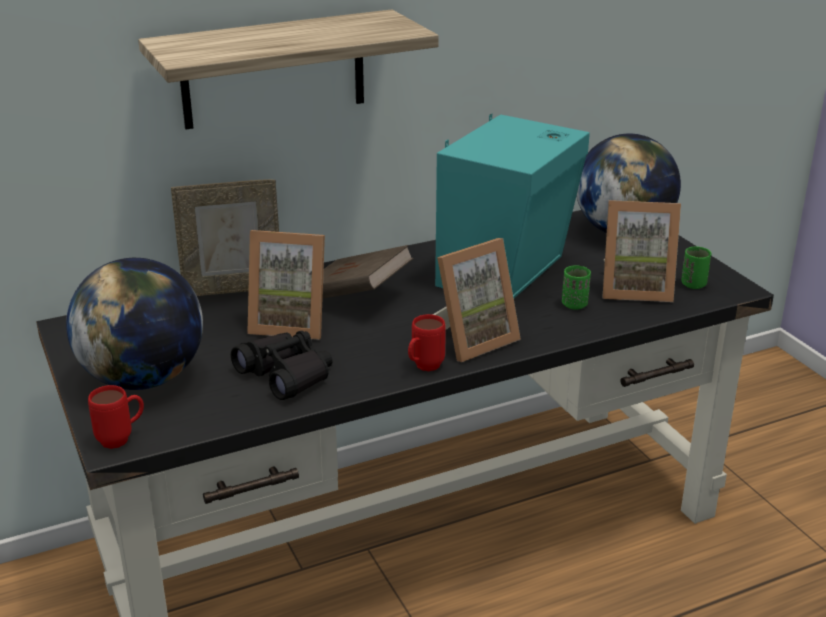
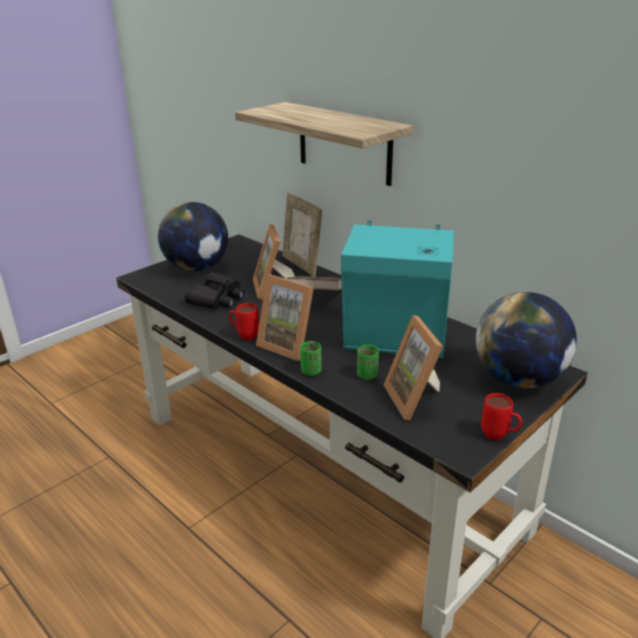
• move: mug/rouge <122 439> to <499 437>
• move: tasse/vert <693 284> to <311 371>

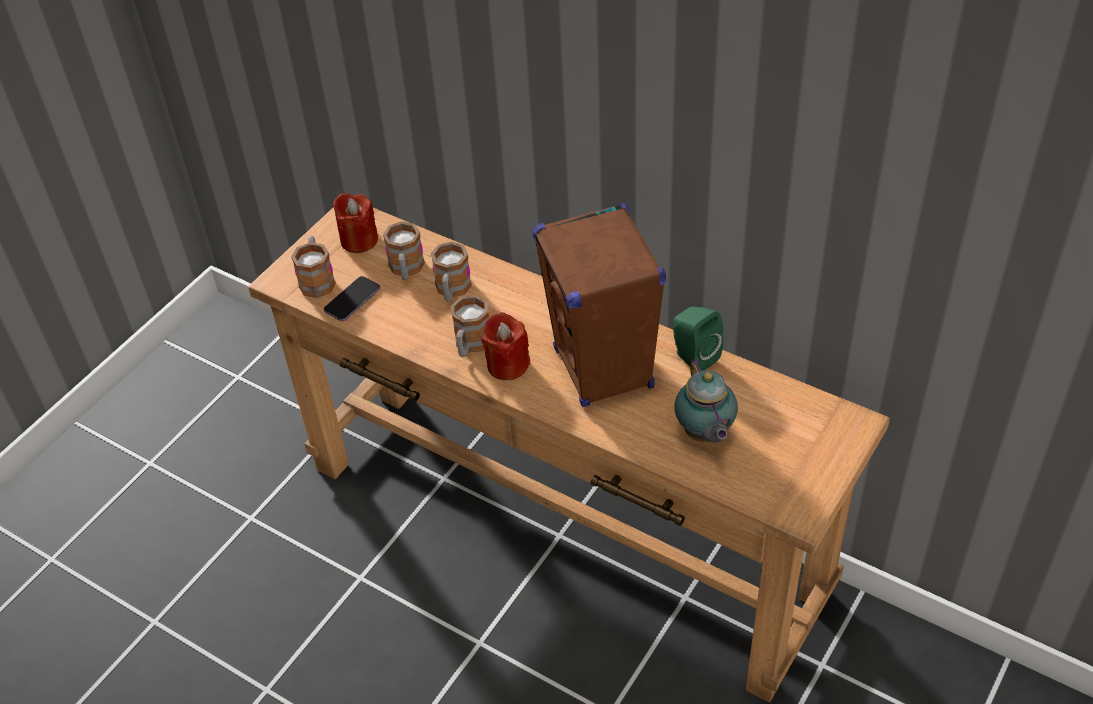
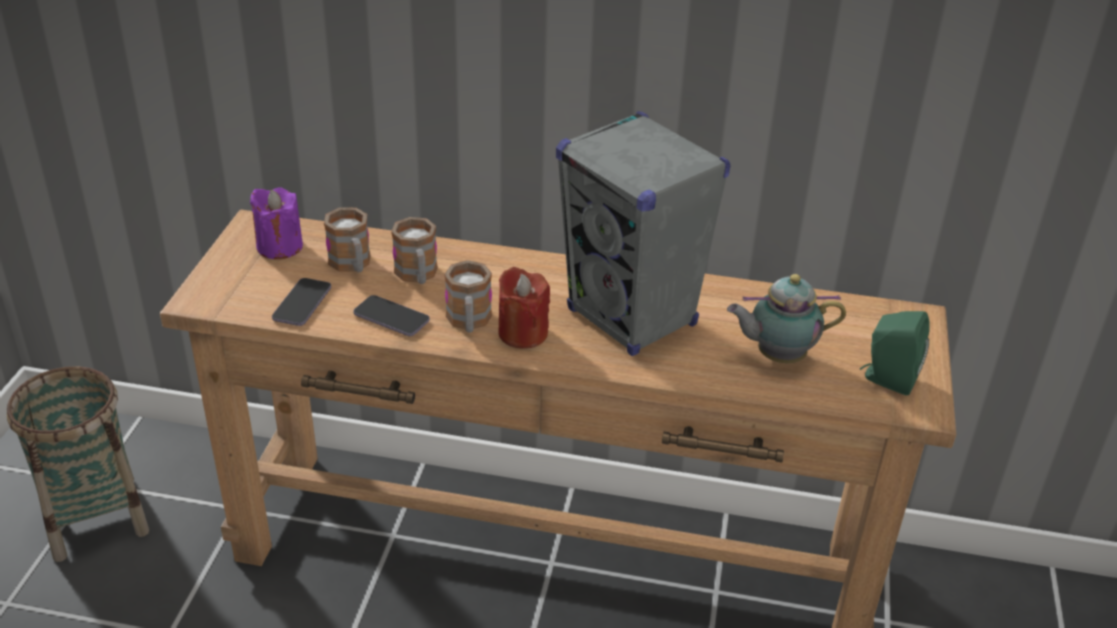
• delete: mug <317 279>
• recolor: bougie/rouge <359 240> to bougie/violet <279 246>
• recolor: enceinte/marron <603 369> to enceinte/gris <632 318>
• move: enceinte/vert <693 357> to <887 379>
• rotate: théière <704 434> = <777 356> 120 degrees clockwise
• insert: panier <95 517>
• insert: téléphone <391 318>

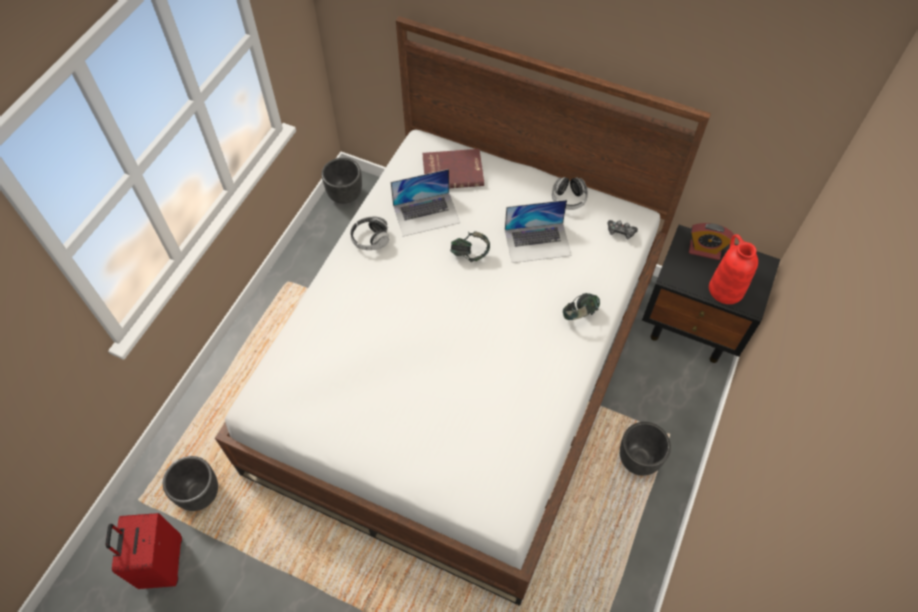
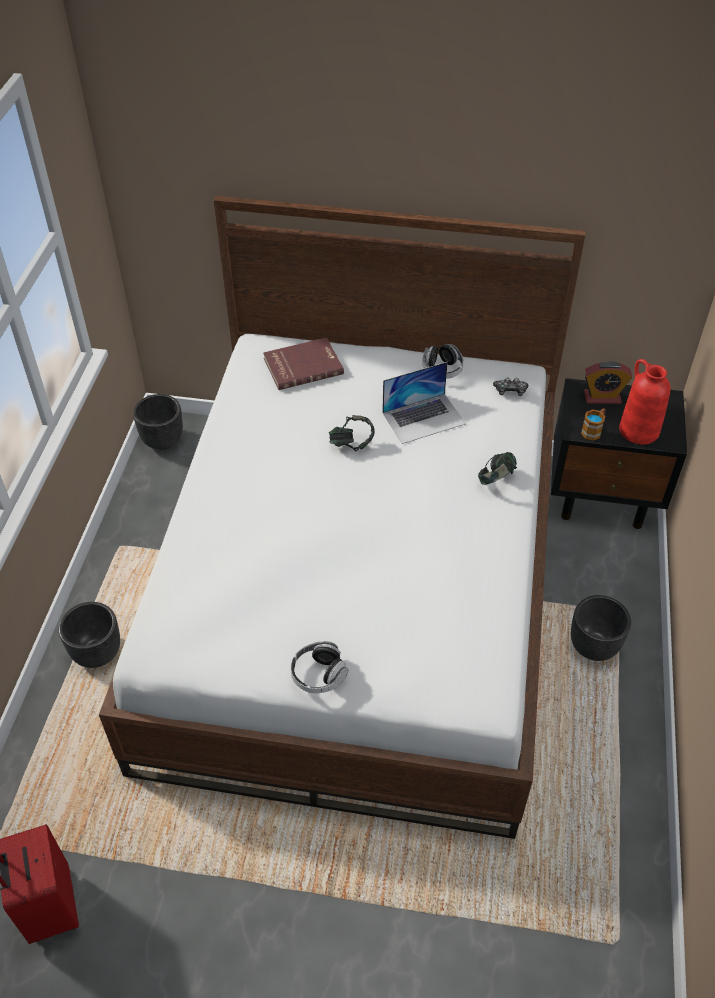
• move: cache-pot/noir <200 493> to <97 652>
• move: casque audio <370 239> to <318 675>
• delete: ordinateur portable <426 214>
• insert: mug <593 430>

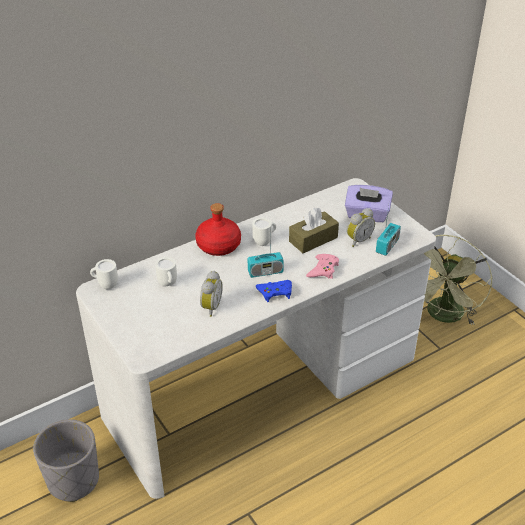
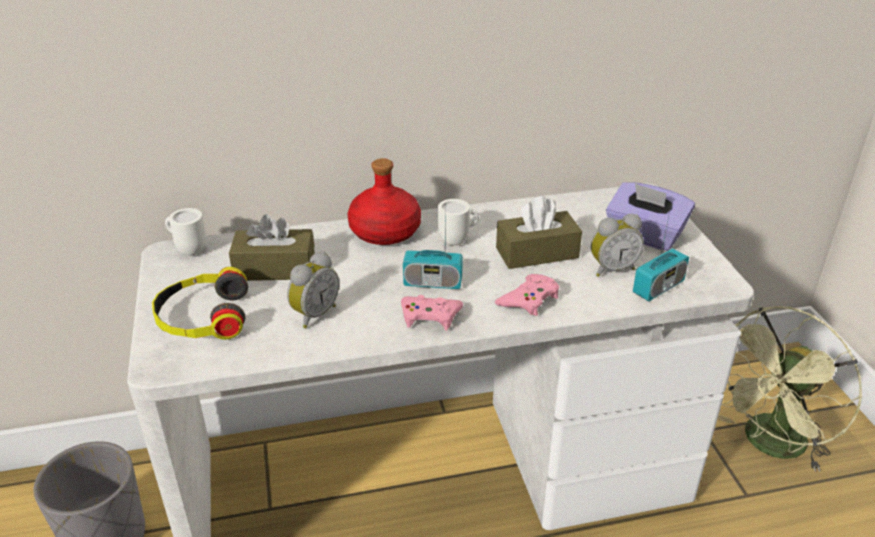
• replace: mug/blanc <168 285> to boîte à mouchoirs/marron <275 268>
• recolor: manette/bleu <275 292> to manette/rose <430 316>
• insert: casque audio <203 317>

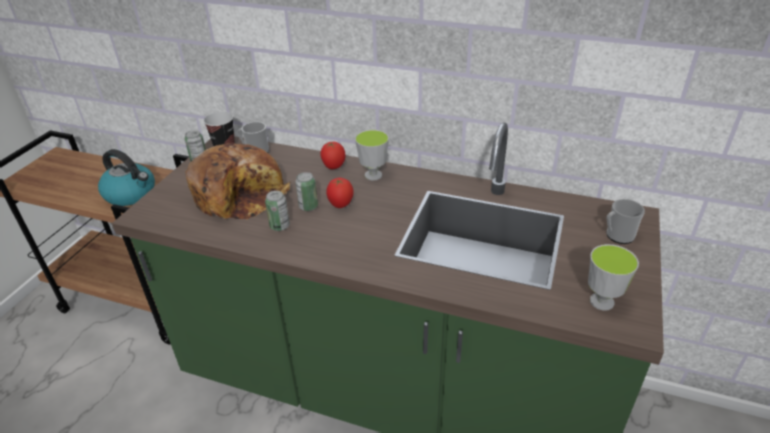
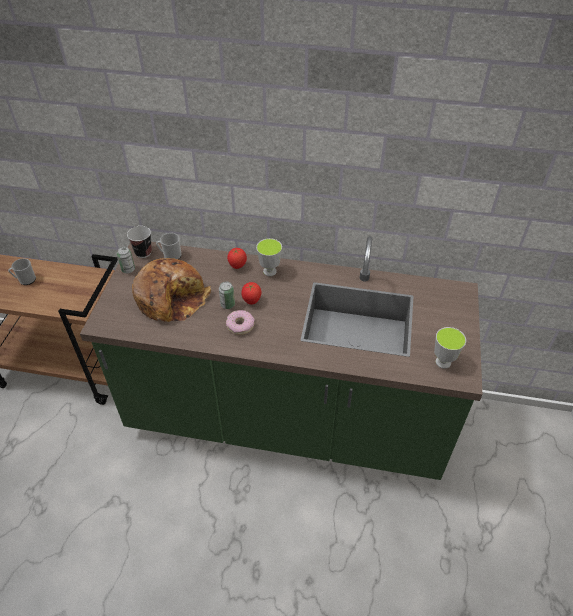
• delete: bouilloire <131 194>
• delete: boîte métallique <279 226>
• move: mug <617 236> to <25 280>
• insert: beignet <240 325>

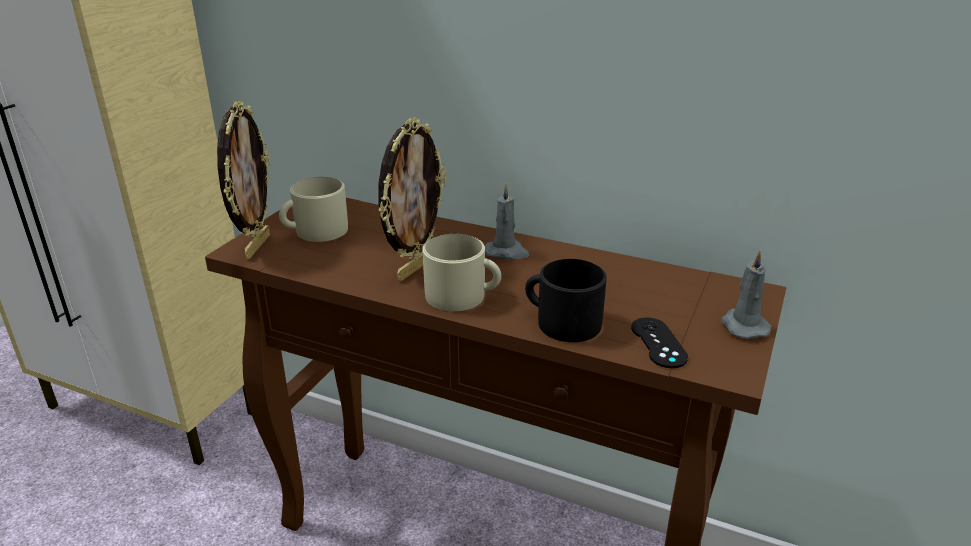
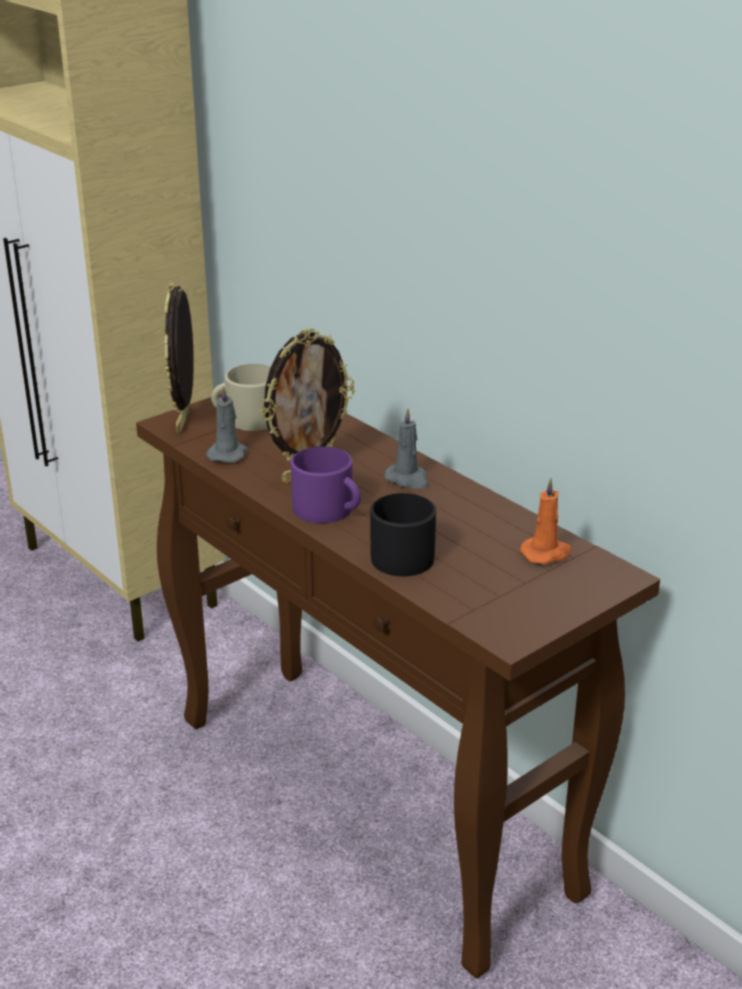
• rotate: cadre photo <256 246> = <185 422> 150 degrees clockwise
• recolor: mug/beige <463 296> to mug/violet <329 510>
• delete: manette/noir <658 343>
• move: bougie/gris <743 326> to <228 454>
• insert: bougie/orange <546 553>

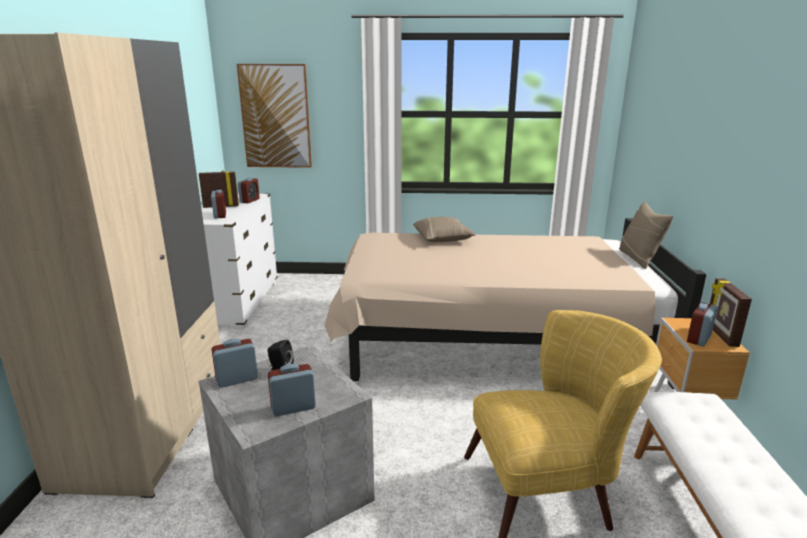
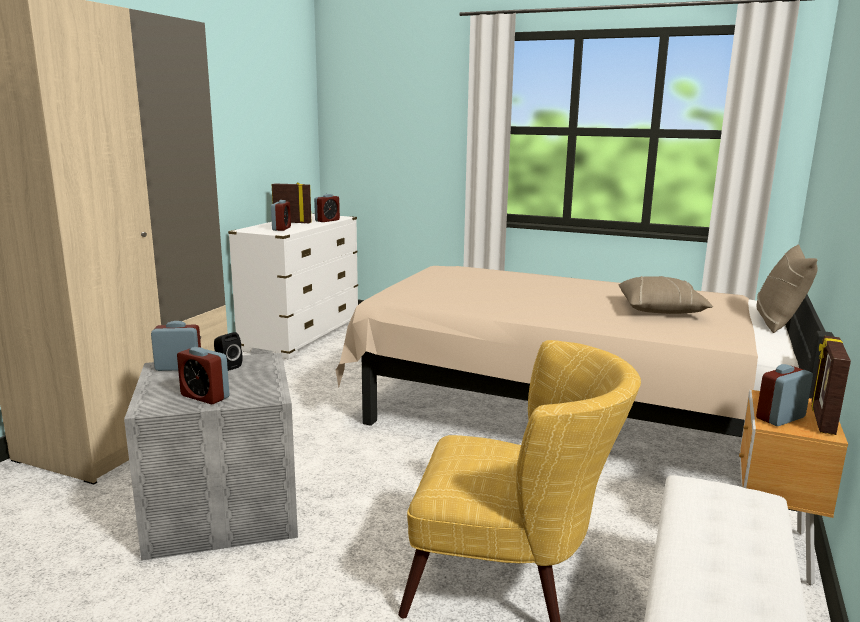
• delete: tableau <275 116>
• rotate: réveil <293 407> = <205 397> 150 degrees counterclockwise
• move: coussin/beige <443 239> to <661 309>

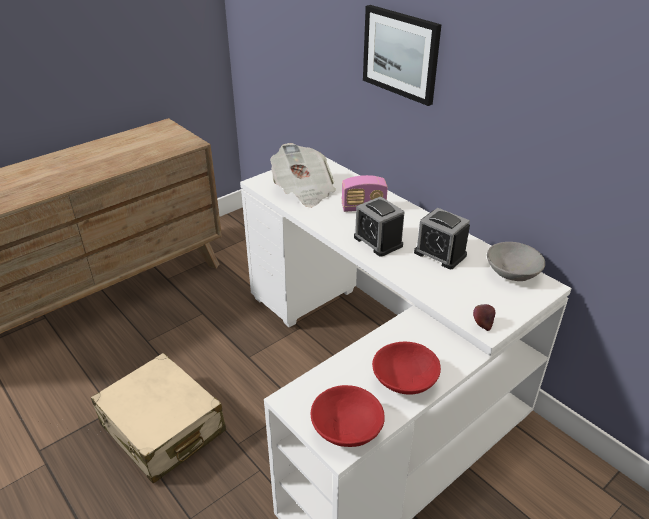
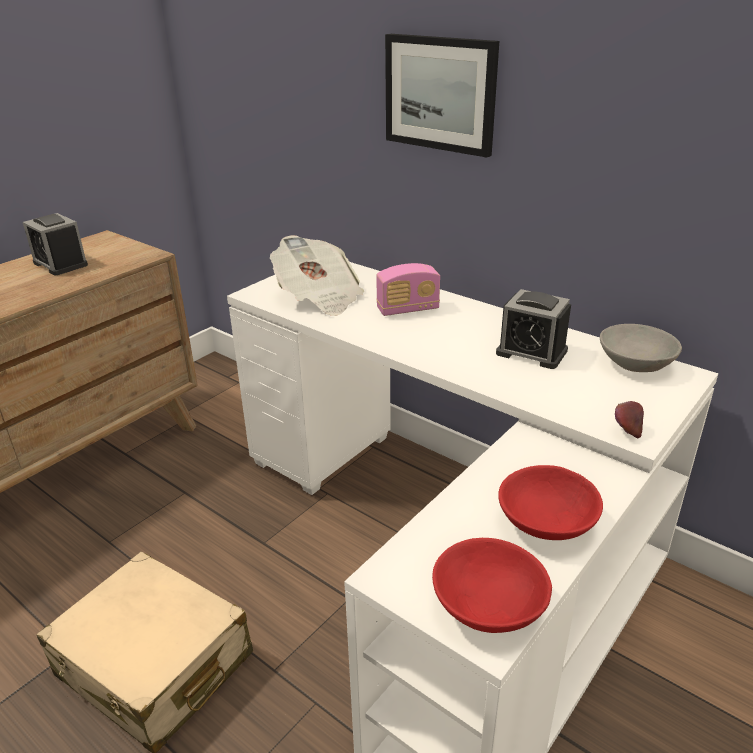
• move: réveil <378 241> to <60 264>

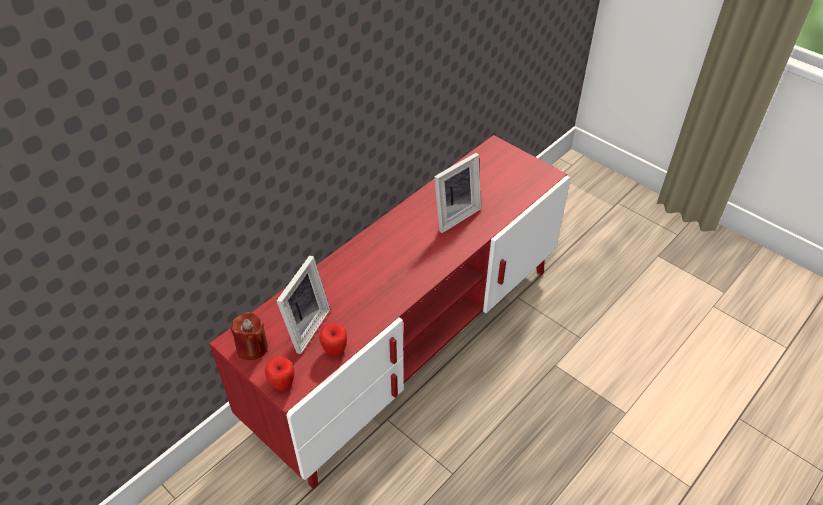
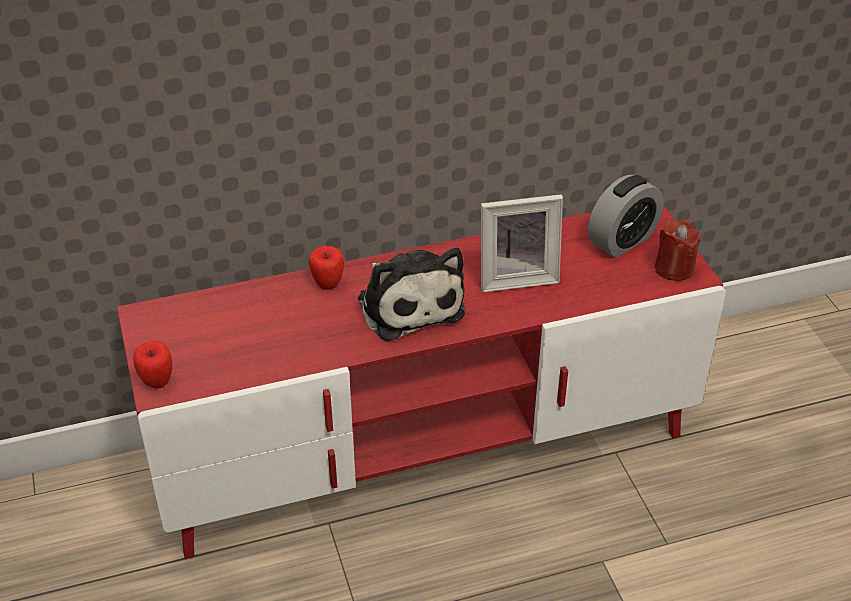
• move: bougie/rouge <252 347> to <674 268>
• delete: cadre photo <303 327>
• move: pomme <335 350> to <328 284>
• insert: peluche <409 304>
• insert: réveil <622 241>

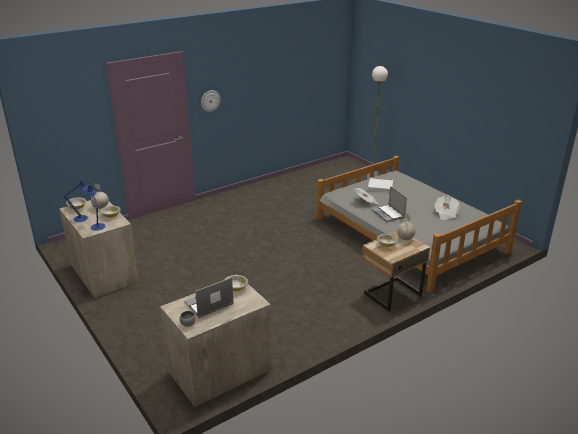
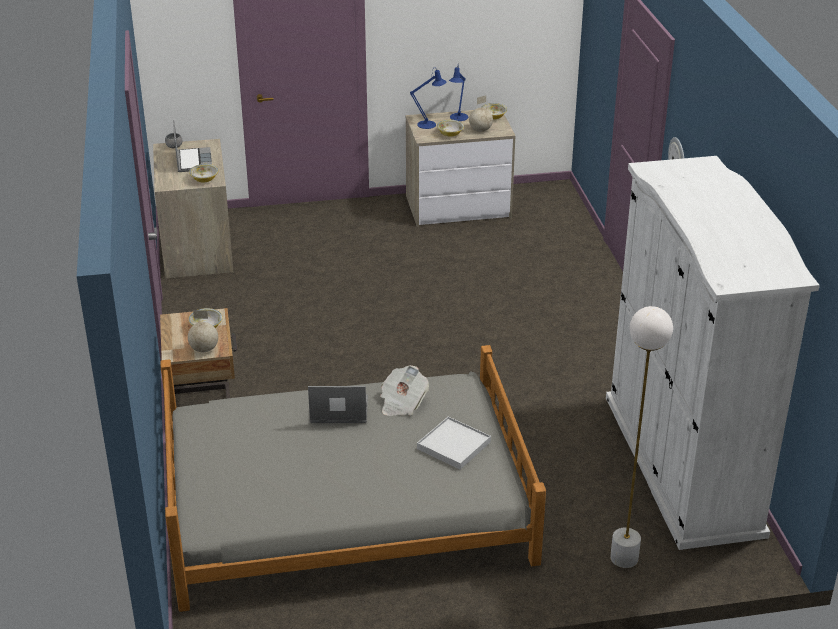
• delete: journal <445 214>
• insert: armoire/blanc <682 463>

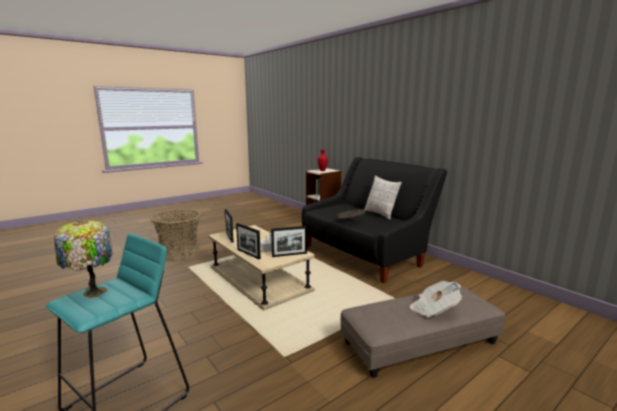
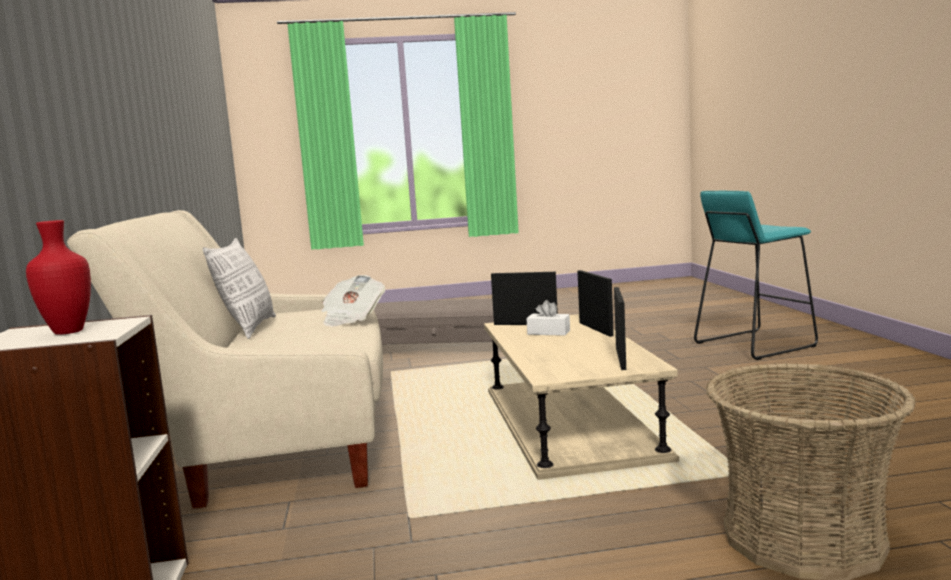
• delete: lampe de table <92 292>
• recolor: canapé/noir <365 254> to canapé/beige <276 440>
• delete: journal <434 309>

